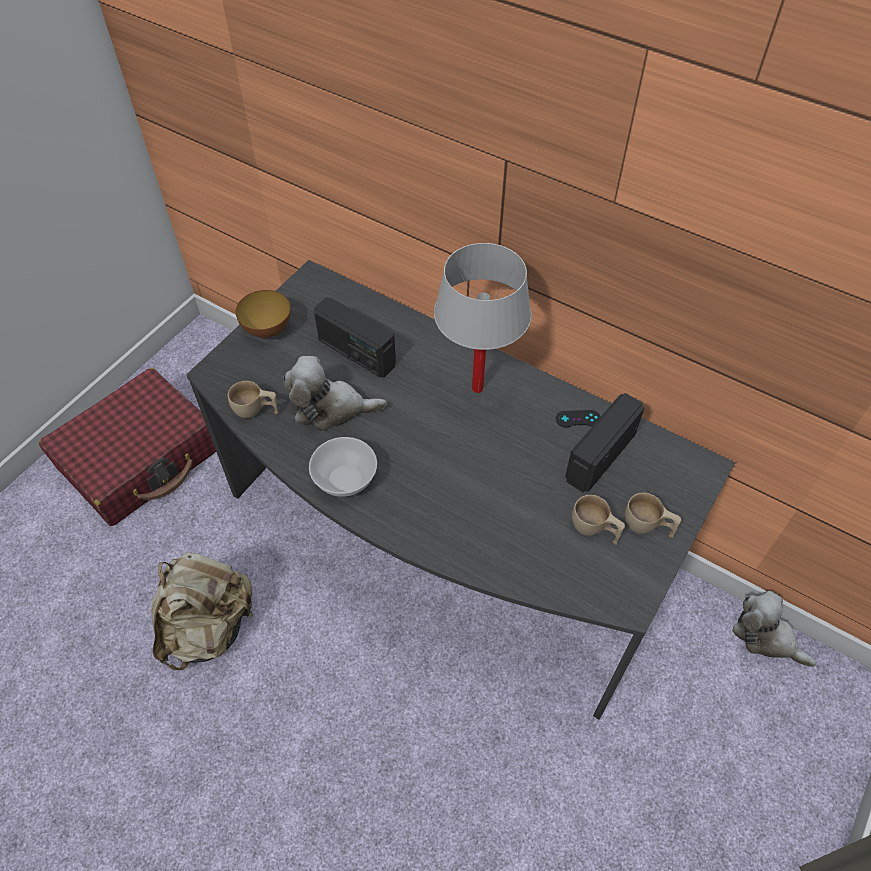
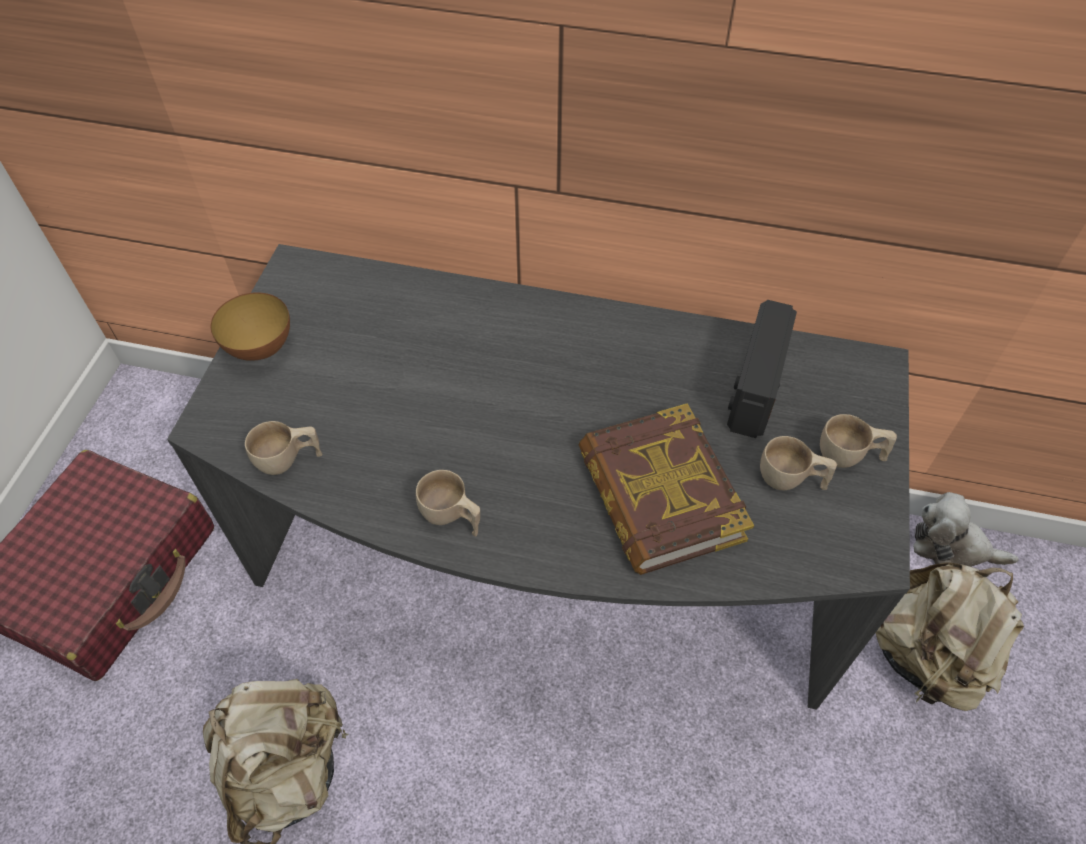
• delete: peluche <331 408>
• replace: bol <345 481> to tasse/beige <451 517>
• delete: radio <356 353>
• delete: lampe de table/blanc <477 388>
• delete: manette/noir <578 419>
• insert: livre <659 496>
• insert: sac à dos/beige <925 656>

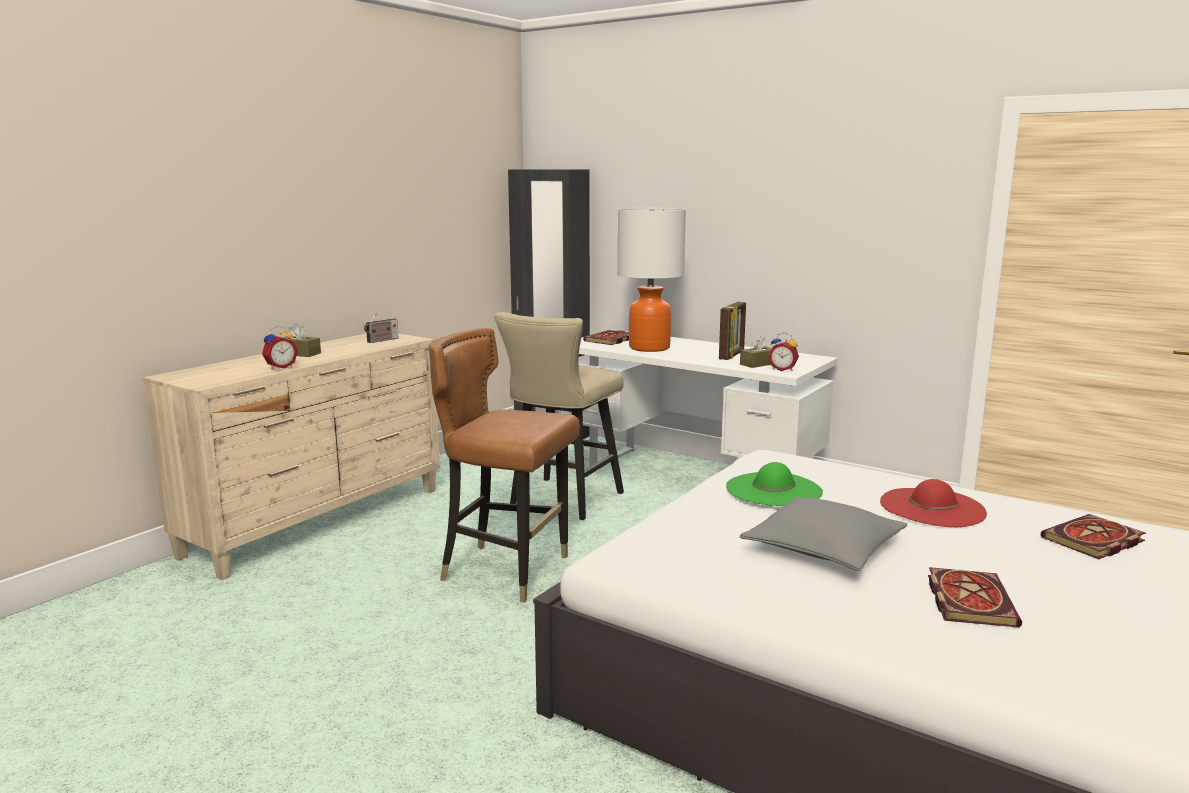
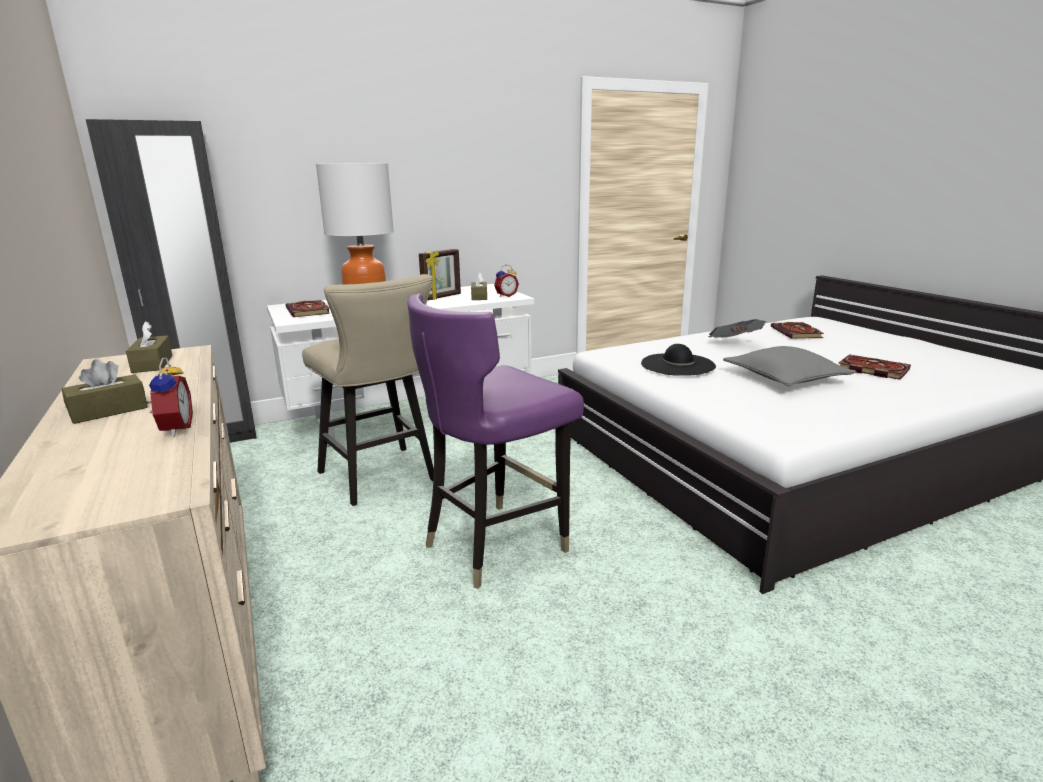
• replace: radio <381 340> to boîte à mouchoirs/marron <152 364>
• recolor: chaise/marron <507 571> to chaise/violet <495 544>
• rotate: cadre photo <732 355> = <442 297> 75 degrees clockwise
• recolor: chapeau/vert <773 489> to chapeau/noir <678 364>
• replace: chapeau/rouge <932 507> to journal <734 343>

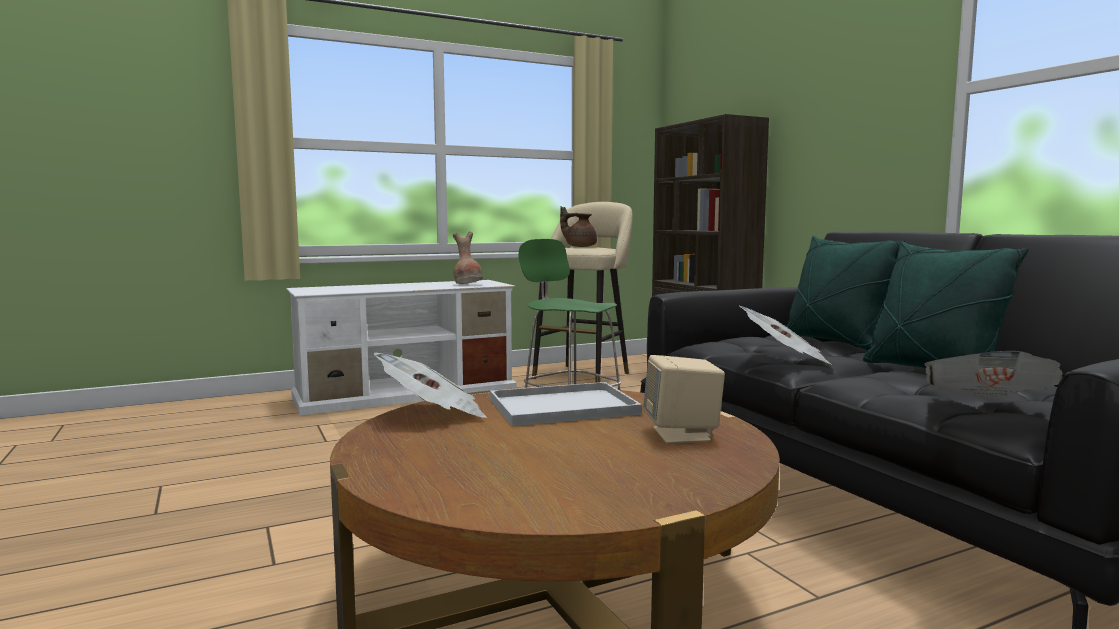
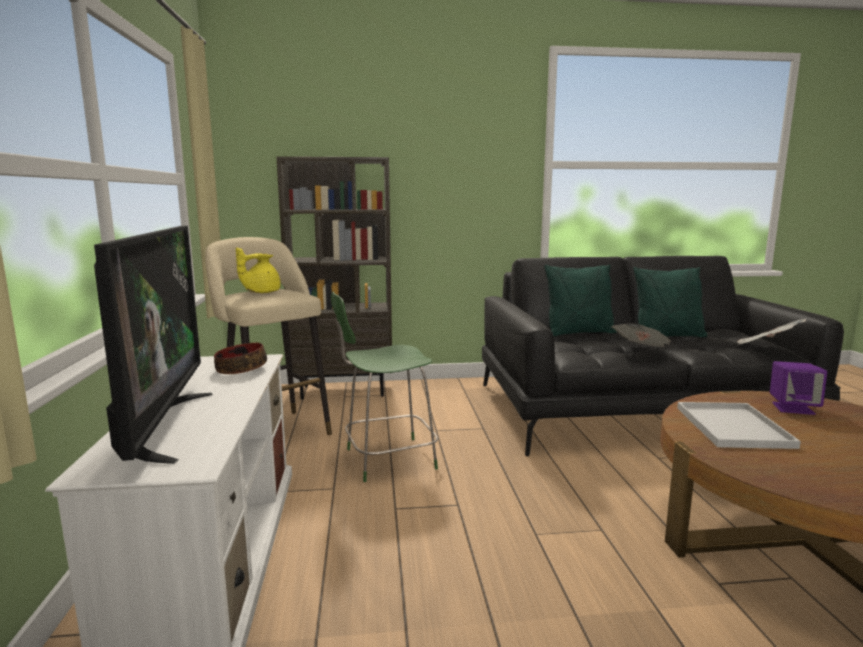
• delete: journal <433 414>
• replace: vase/marron <468 284> to bol <241 369>
• recolor: théière/marron <580 246> to théière/jaune <260 292>
• recolor: enceinte/beige <682 435> to enceinte/violet <793 408>
• insert: téléviseur <160 426>

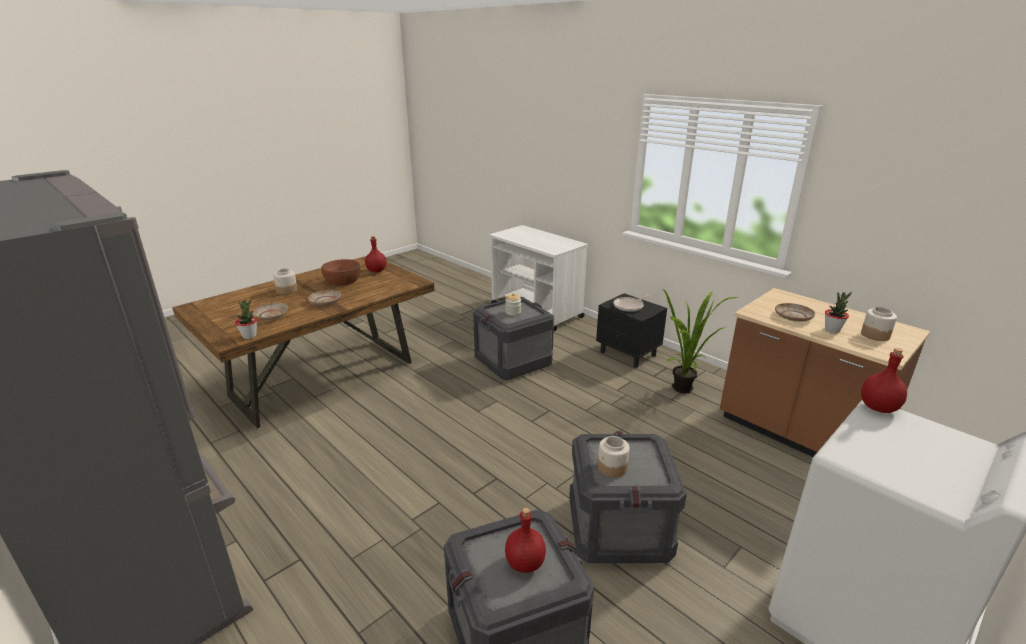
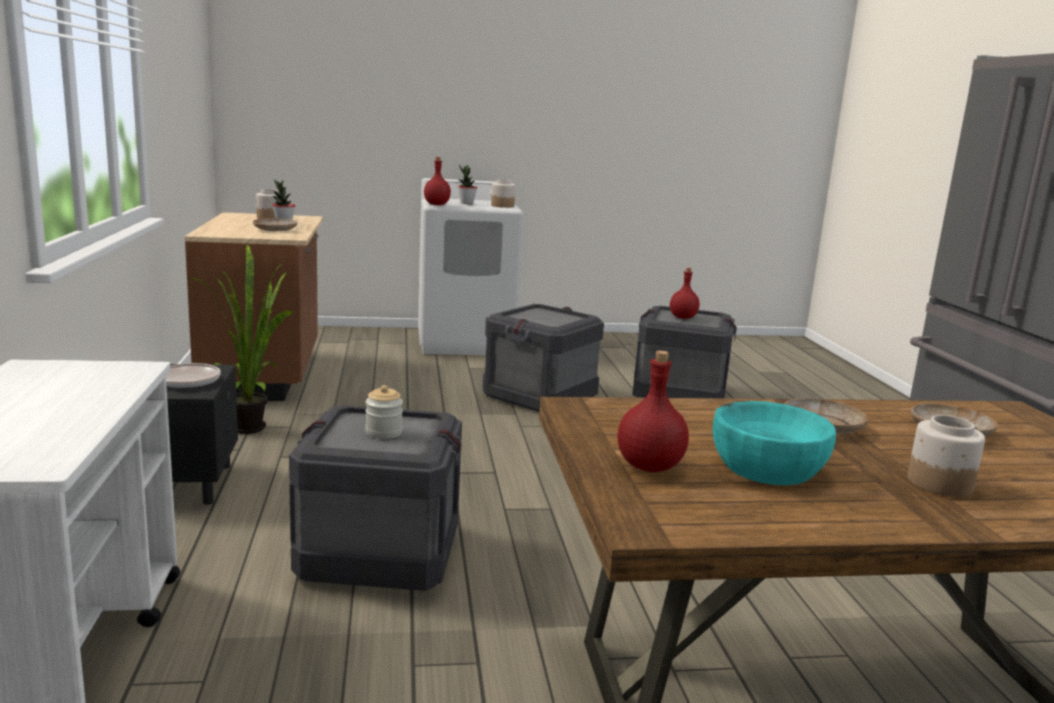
• move: plante en pot <249 336> to <466 203>
• recolor: bol/marron <342 280> to bol/turquoise <767 467>
• move: bocal <612 468> to <503 206>

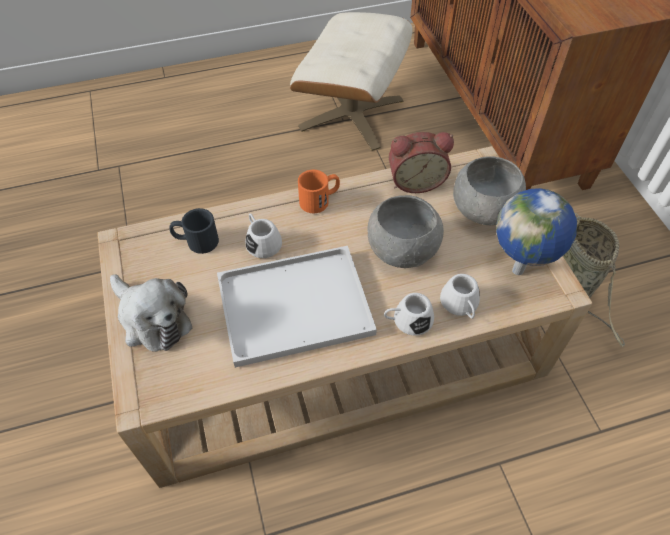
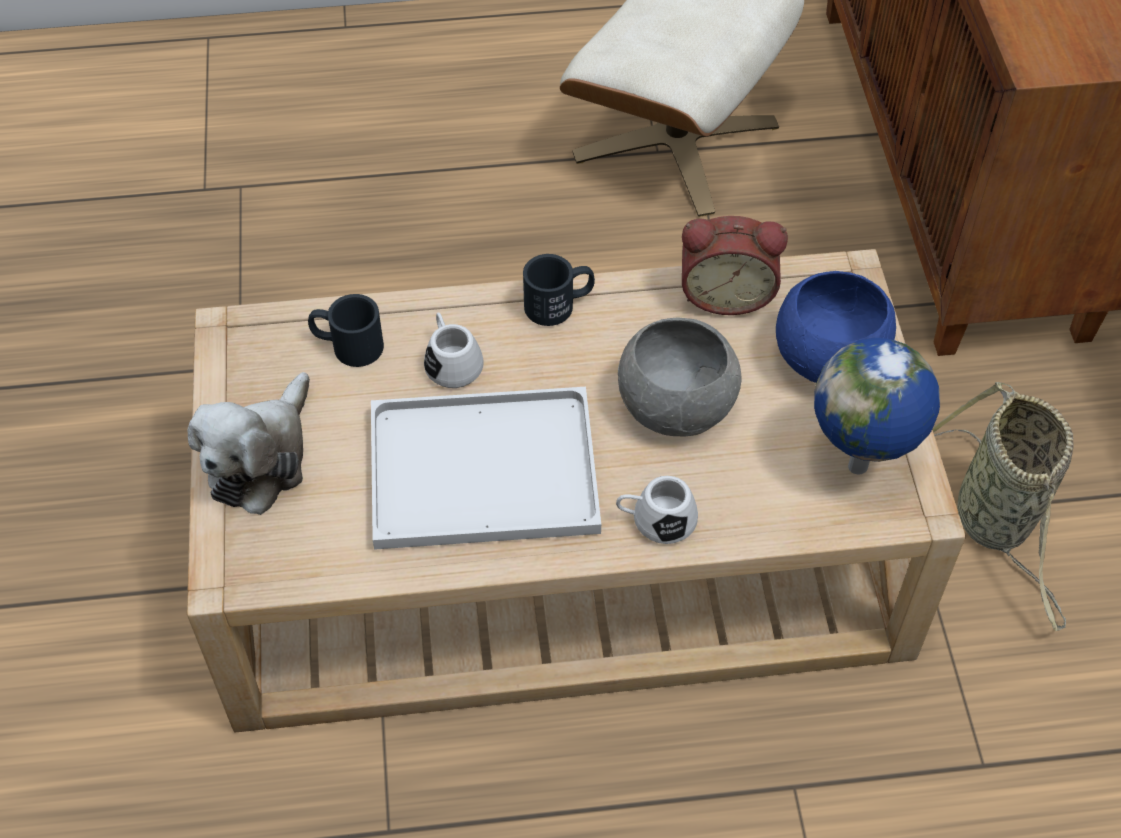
• rotate: peluche <152 319> = <261 458> 60 degrees clockwise
• recolor: mug/orange <320 200> to mug/noir <559 304>
• delete: mug/blanc <460 305>
• recolor: bol/gris <483 209> to bol/bleu <827 358>

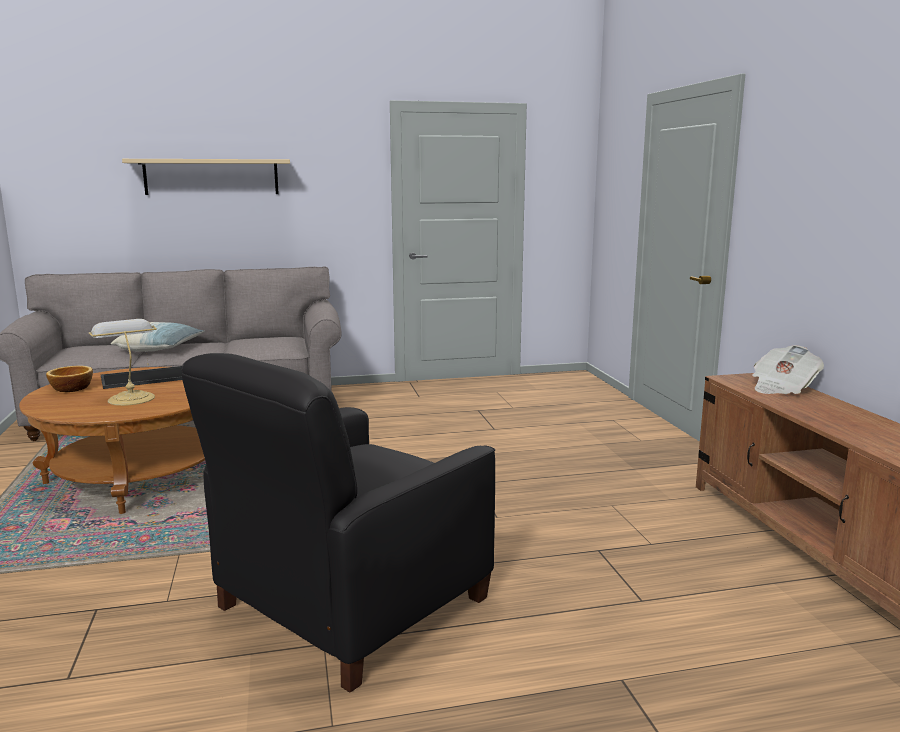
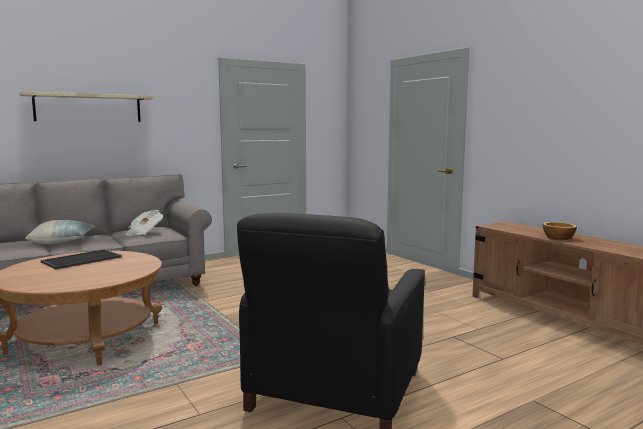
• move: bol <71 388> to <558 237>
• delete: lampe de table <130 398>
• move: journal <782 388> to <144 232>

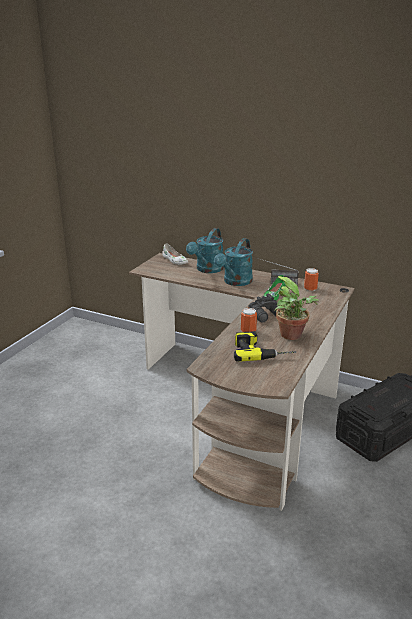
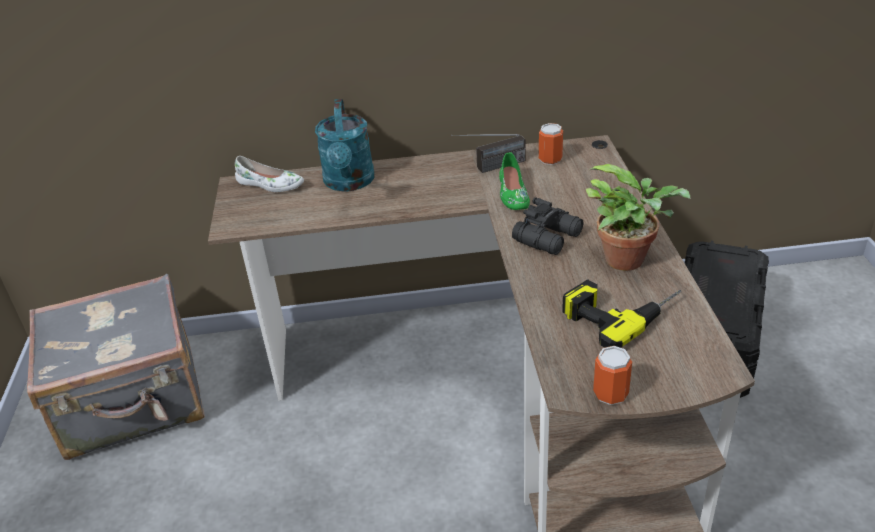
• delete: arrosoir/turquoise <235 282>
• move: boîte métallique <248 331> to <610 394>
• insert: valise/gris <133 402>

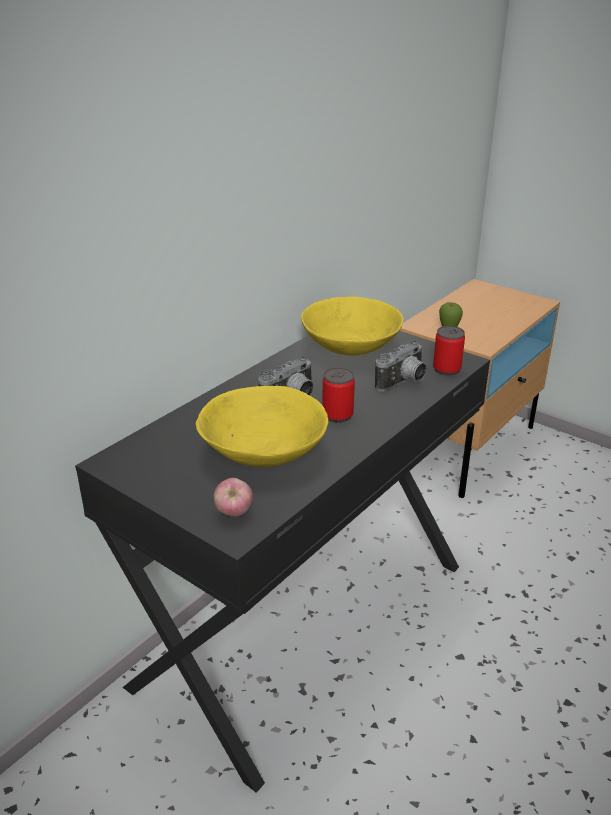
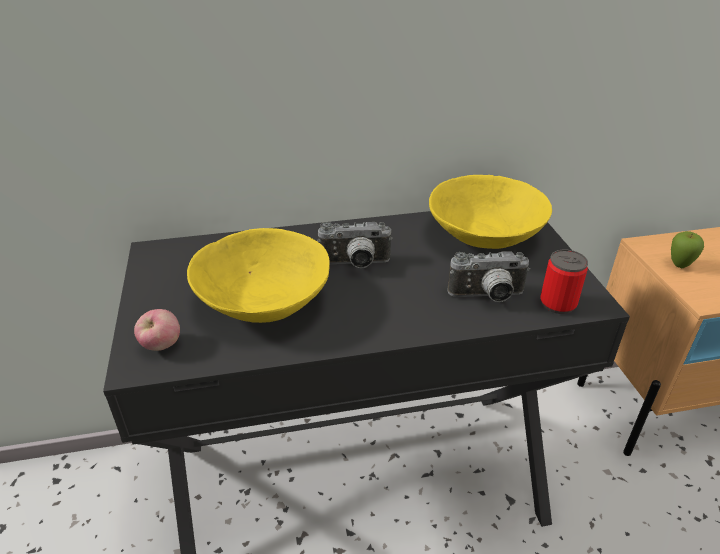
• delete: boîte métallique <337 415>

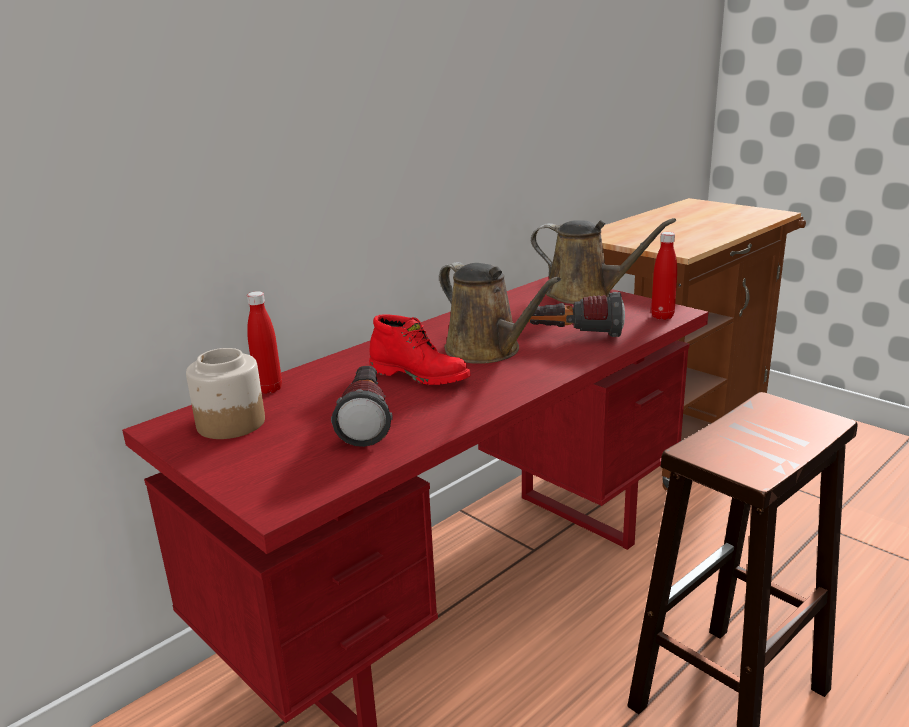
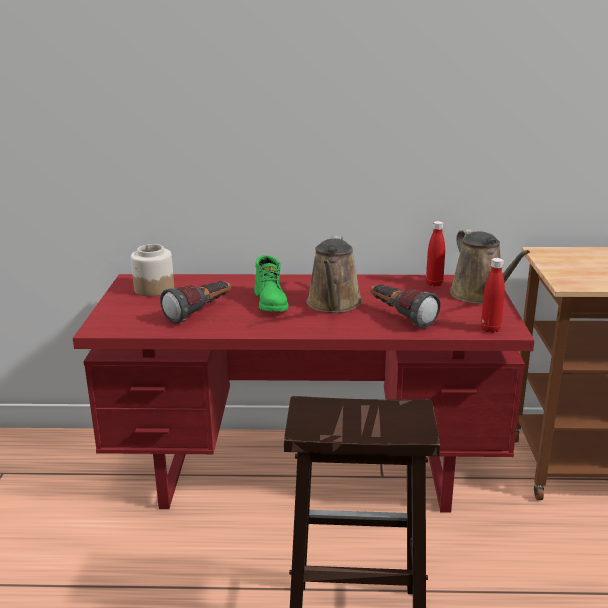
• move: bouteille/rouge <269 389> to <434 284>
• recolor: botte/rouge <420 376> to botte/vert <271 302>

